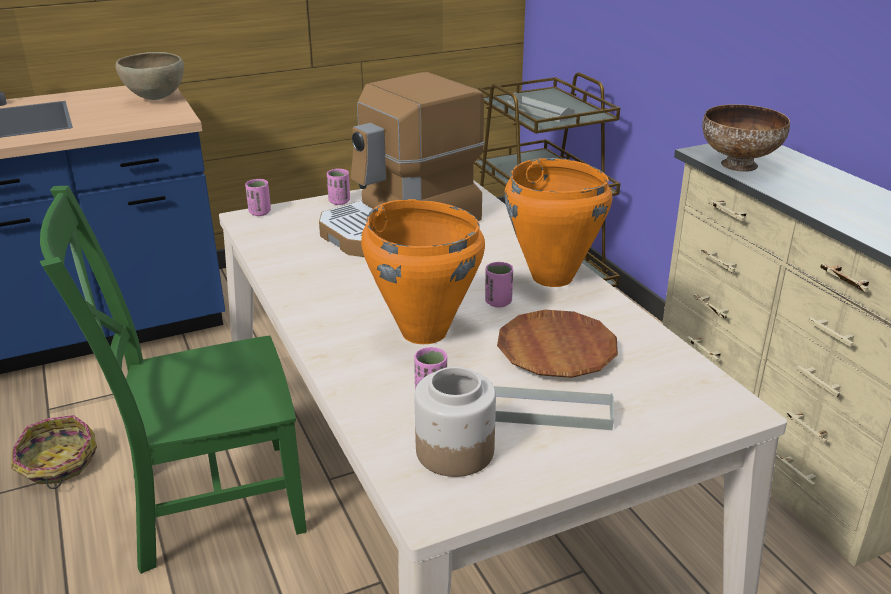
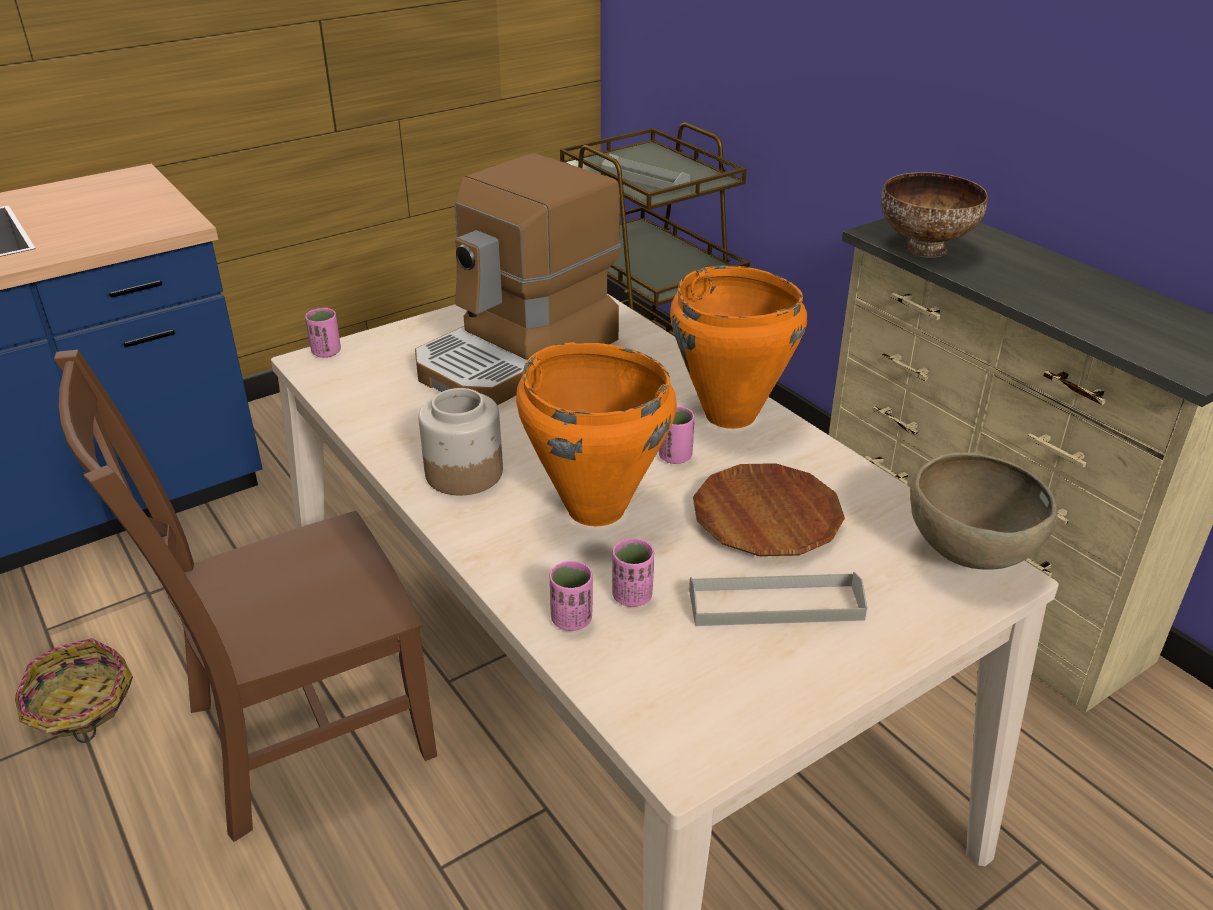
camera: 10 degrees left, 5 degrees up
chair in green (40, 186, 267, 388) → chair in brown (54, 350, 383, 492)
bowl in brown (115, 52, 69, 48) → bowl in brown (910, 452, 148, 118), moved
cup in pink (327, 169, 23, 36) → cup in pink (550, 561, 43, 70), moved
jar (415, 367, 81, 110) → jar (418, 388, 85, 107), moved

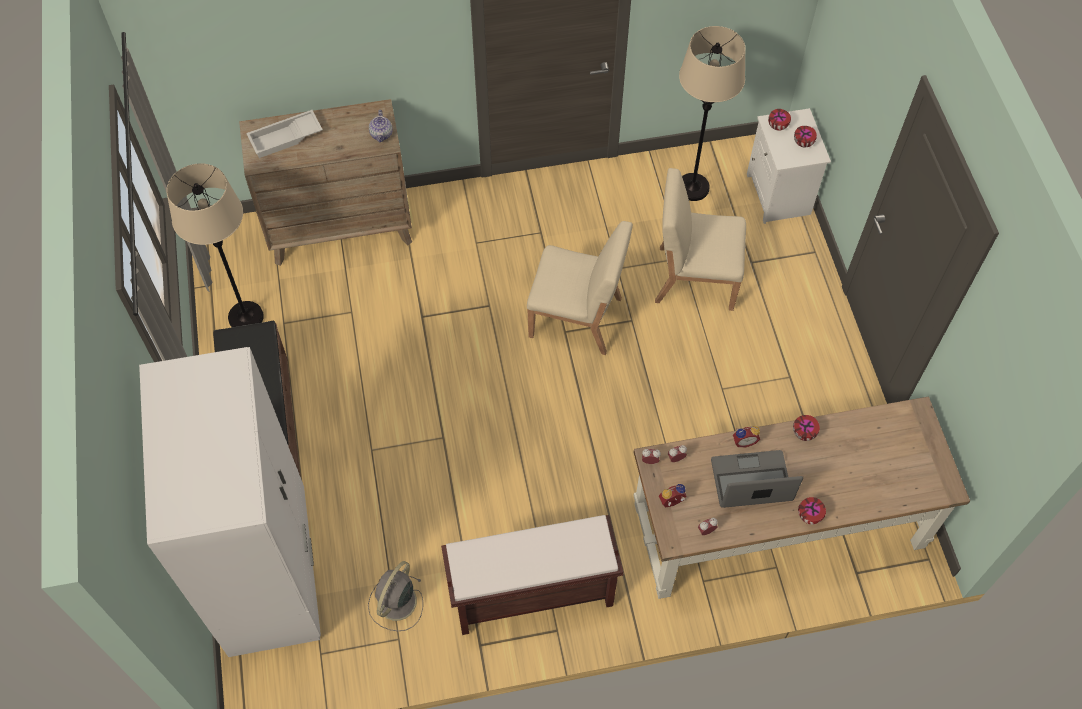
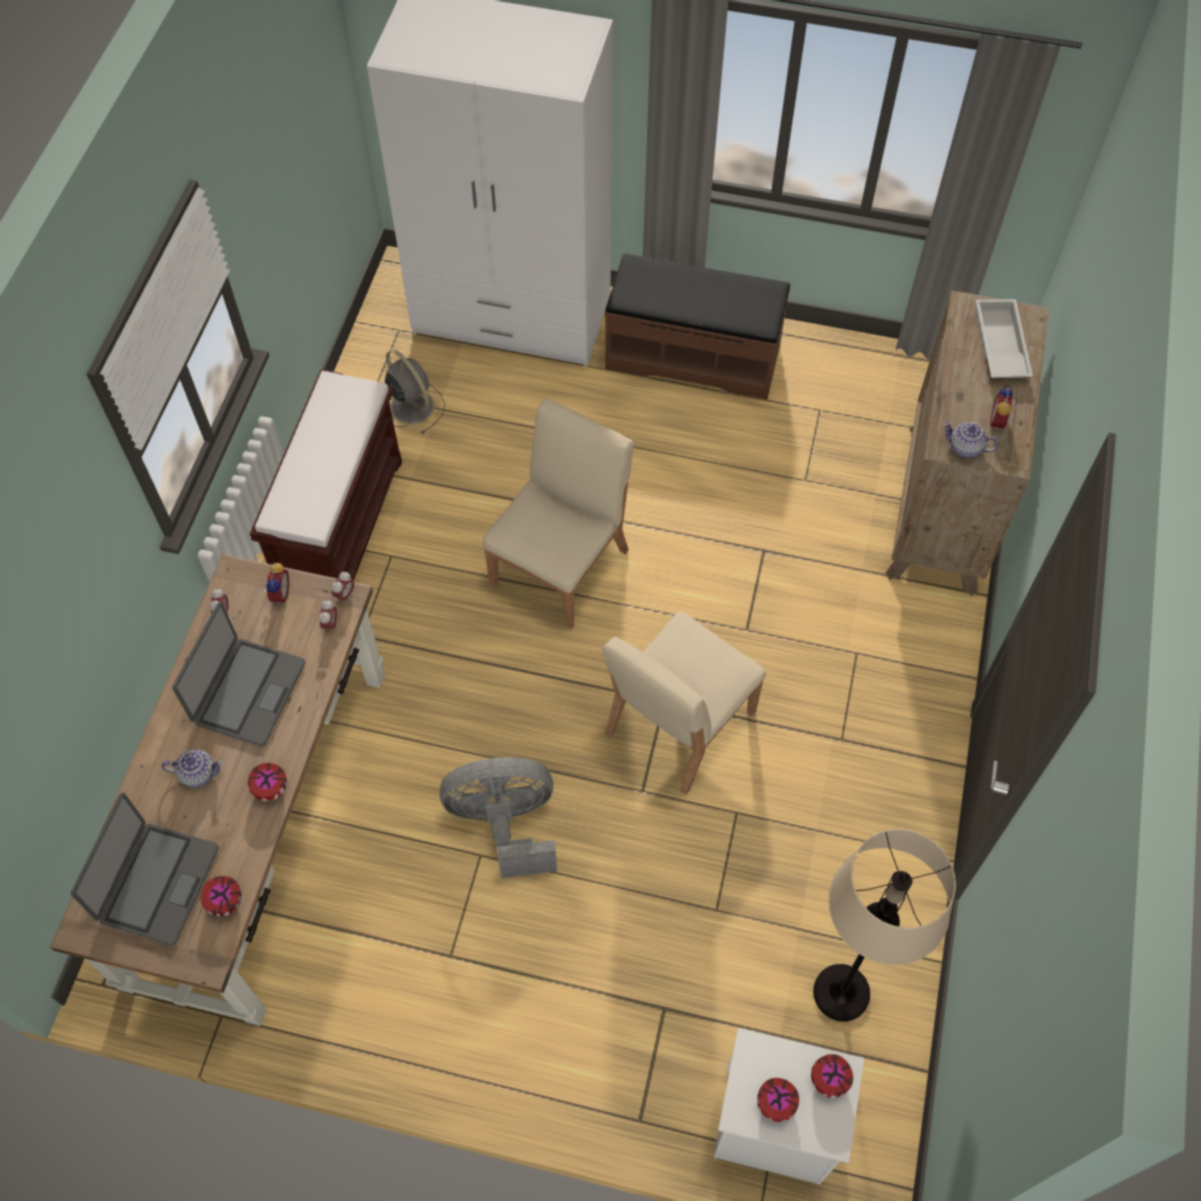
camera: 115 degrees right, 0 degrees up
floor lamp in beige (166, 163, 98, 164) → -
chair in beige (655, 168, 91, 143) → chair in beige (483, 398, 151, 232), moved
alarm clock (733, 426, 27, 21) → alarm clock (990, 388, 26, 42), moved
bowl (798, 497, 28, 28) → bowl (201, 876, 41, 41), moved
- → laptop (71, 792, 148, 154)
- → teapot (161, 749, 63, 39)
- → fan in grey (440, 757, 117, 121)

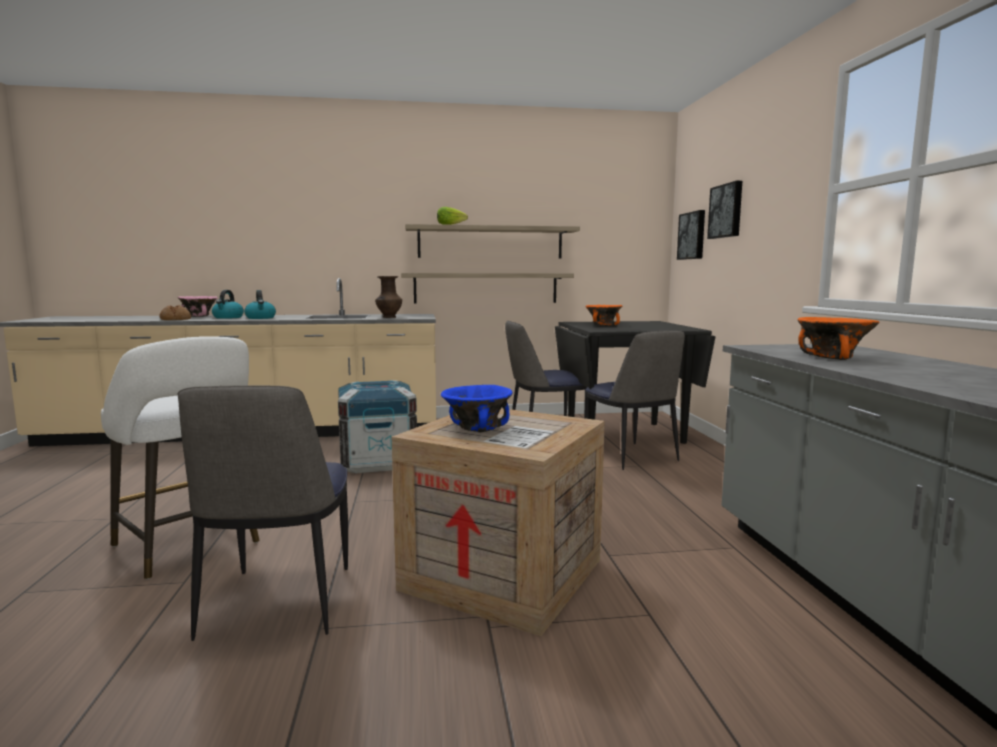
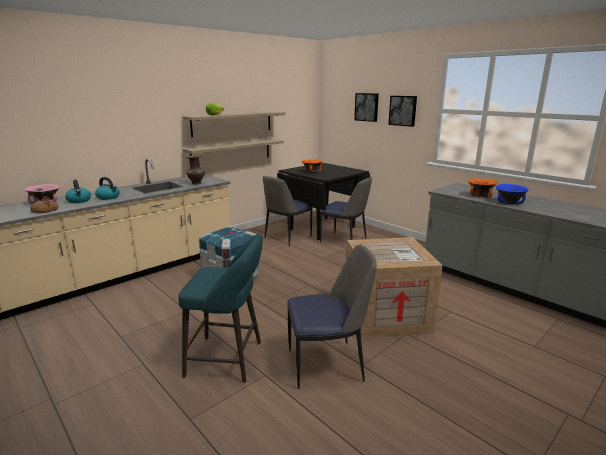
camera: 35 degrees left, 10 degrees up
stool in white (101, 336, 158, 244) → stool in turquoise (178, 234, 85, 149)
chair (177, 386, 171, 255) → chair (287, 245, 90, 144), 60 degrees counterclockwise
bowl in blue (441, 385, 71, 47) → bowl in blue (495, 184, 34, 20), moved
picture (677, 210, 28, 50) → picture (388, 96, 29, 31), moved

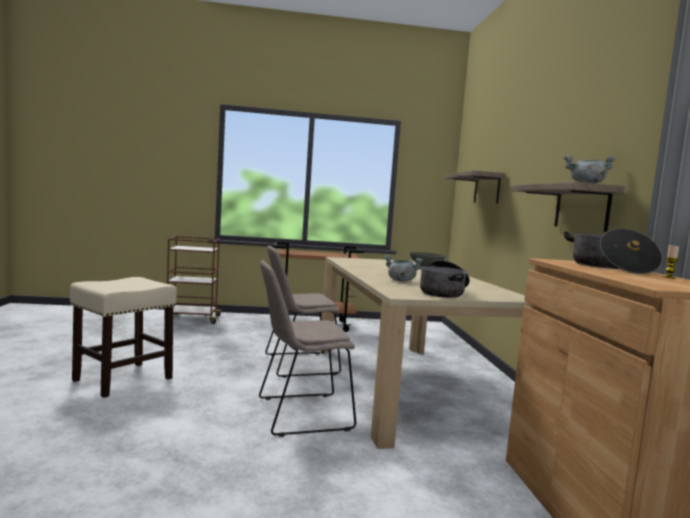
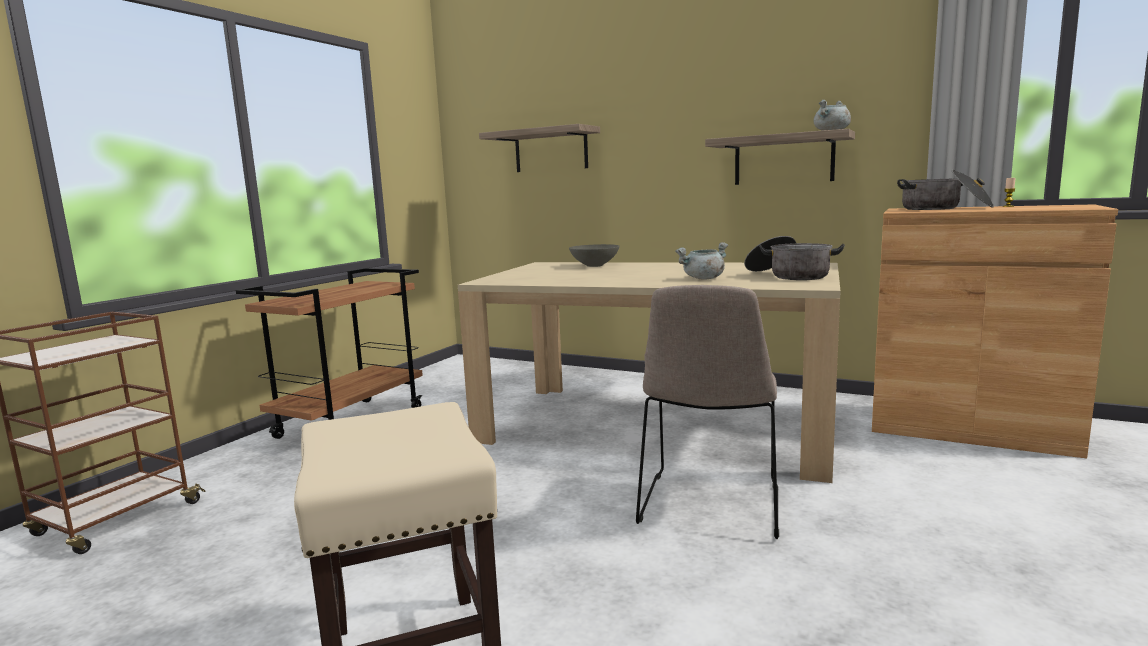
camera: 55 degrees left, 5 degrees up
chair in beige (265, 246, 76, 132) → -

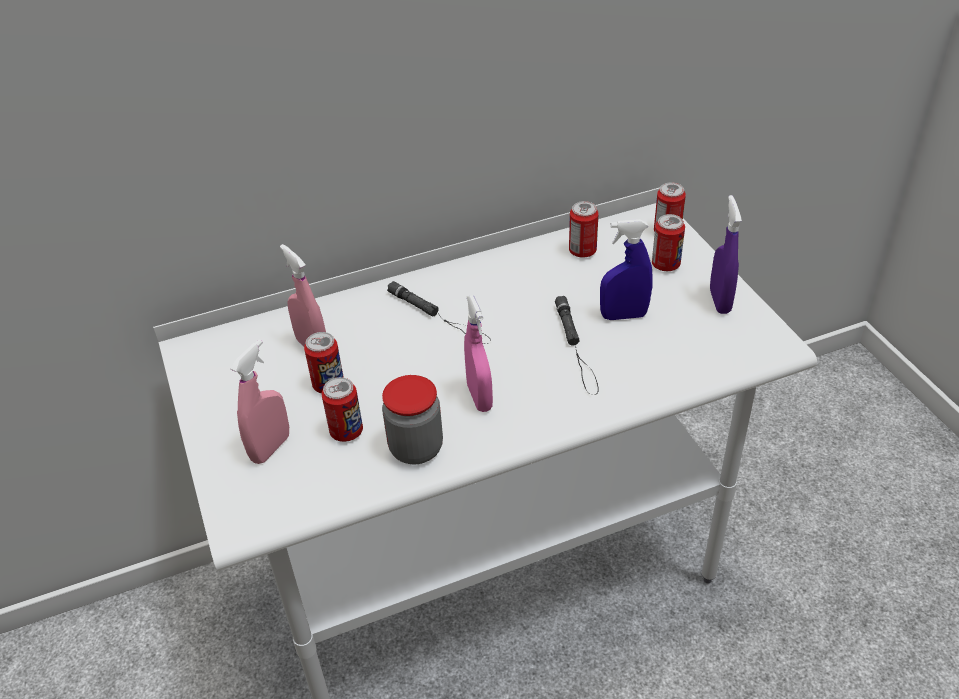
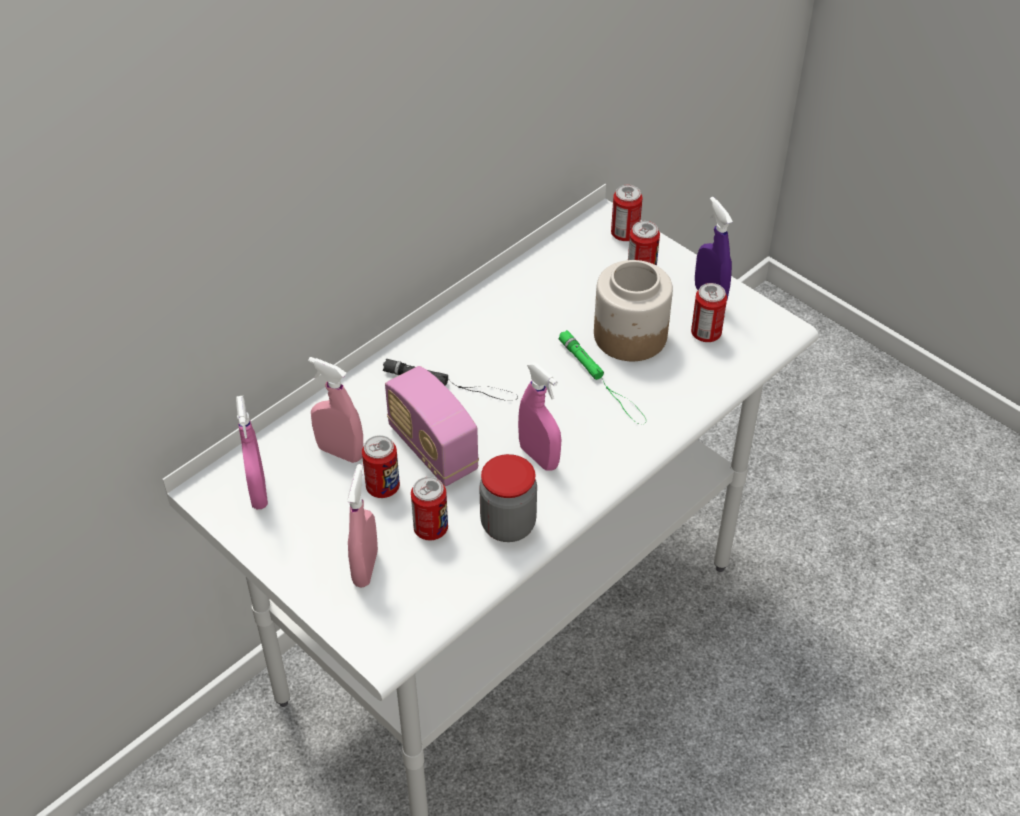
camera: 25 degrees left, 5 degrees up
flashlight in black (555, 296, 44, 99) → flashlight in green (558, 330, 88, 94)
can (569, 201, 30, 57) → can (691, 283, 36, 59), moved
spray bottle in blue (600, 219, 53, 101) → jar (594, 260, 79, 101)
- → spray bottle in pink (236, 396, 32, 113)
- → radio (385, 366, 94, 120)

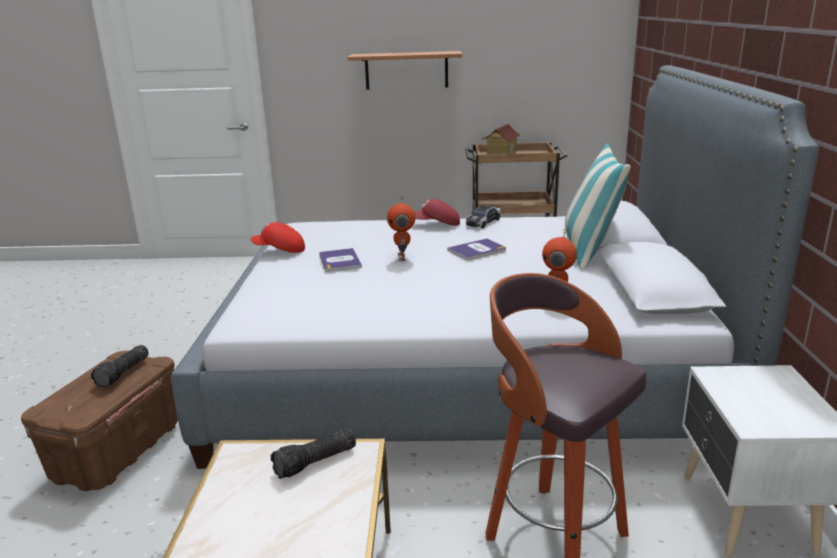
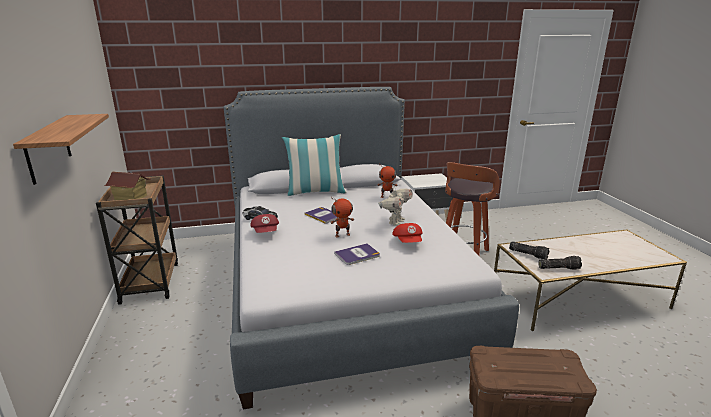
camera: 105 degrees left, 0 degrees up
flashlight (91, 345, 58, 43) → flashlight (538, 256, 44, 14), moved
cap in red (251, 222, 54, 31) → cap in red (392, 223, 30, 20), moved
- → toy robot (378, 186, 35, 40)

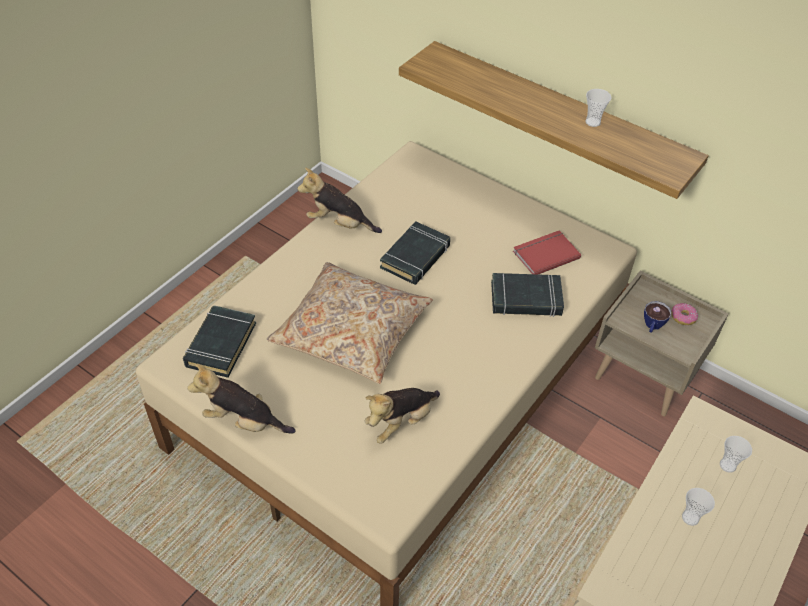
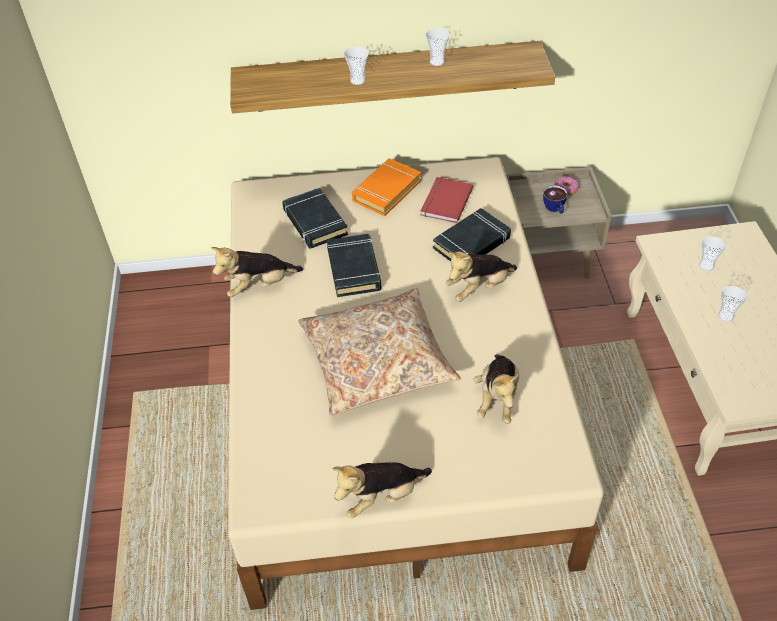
camera: 40 degrees left, 0 degrees up
book in black (183, 305, 73, 73) → book in black (282, 187, 66, 62), moved
- → cup (344, 47, 25, 38)
- → book in orange (352, 158, 69, 58)
- → plush toy (446, 252, 71, 50)

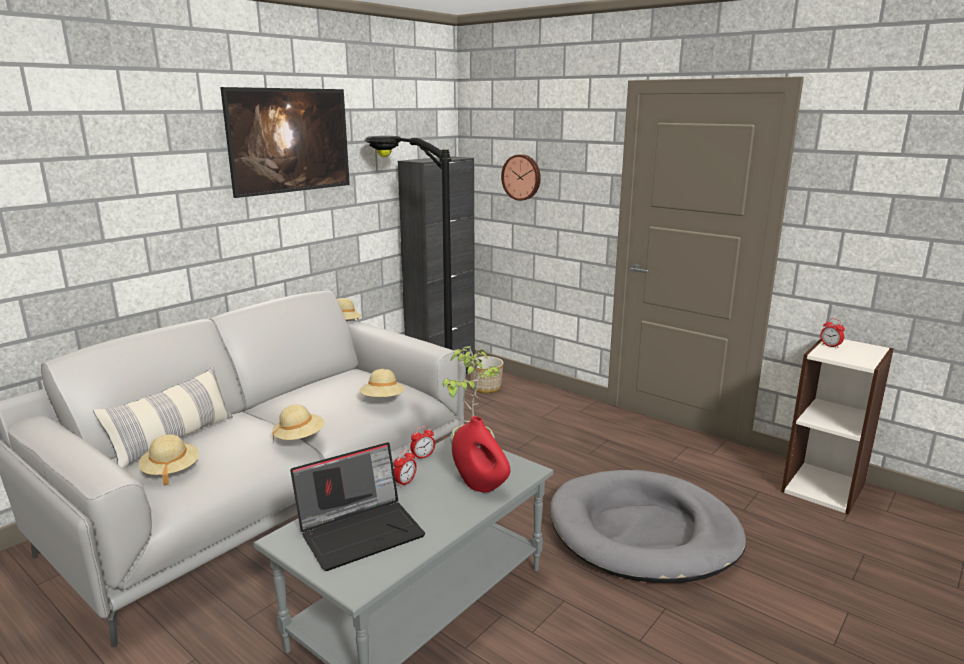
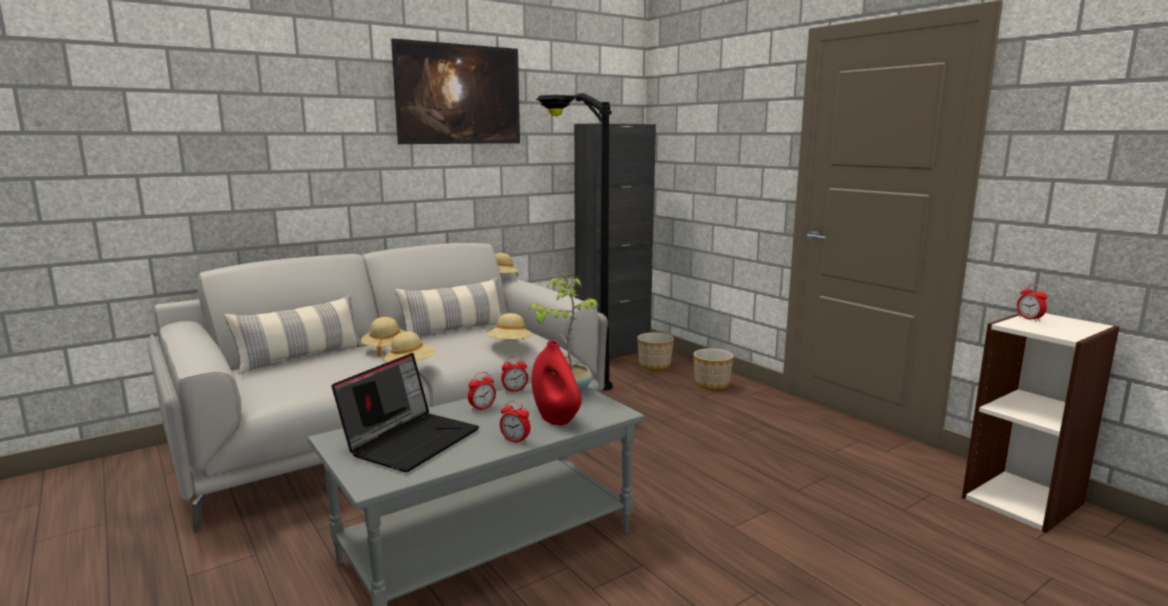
camera: 15 degrees right, 5 degrees down
hat in beige (138, 434, 61, 51) → hat in beige (361, 317, 46, 40), moved
laptop (290, 442, 135, 129) → laptop (332, 353, 147, 119), 45 degrees counterclockwise
wall clock (501, 154, 40, 47) → -
dog bed in grey (550, 470, 196, 113) → -
- → pillow (395, 277, 108, 60)
- → alarm clock (500, 400, 31, 44)
- → planter (694, 349, 40, 41)

